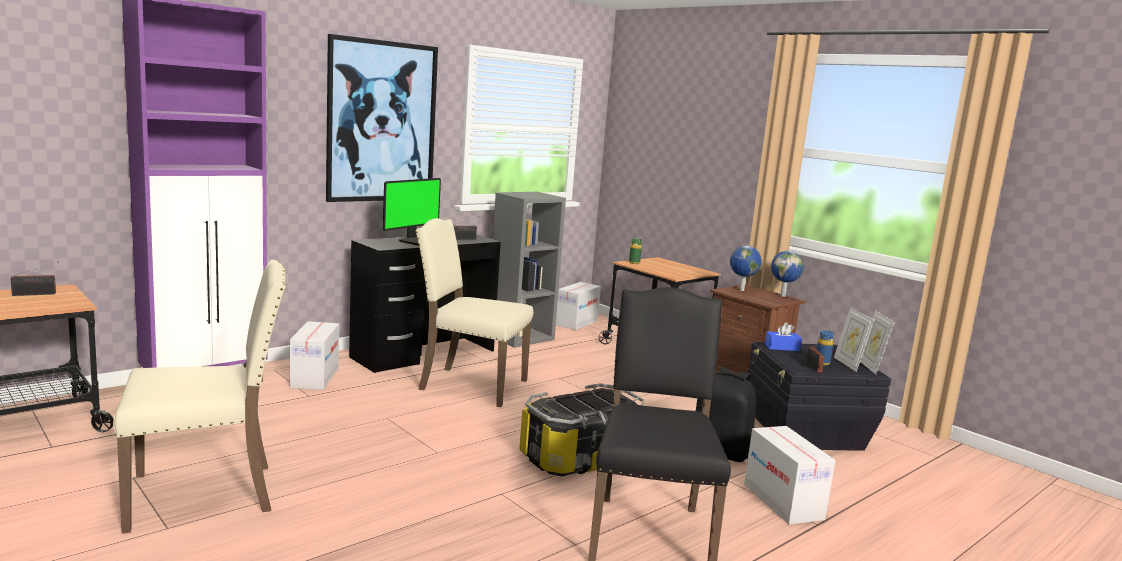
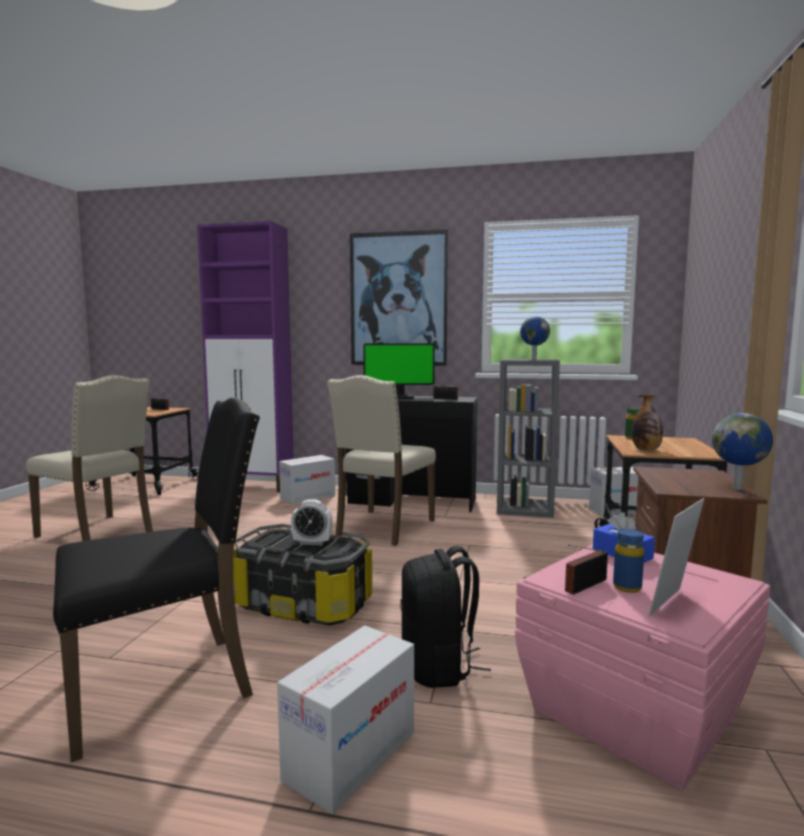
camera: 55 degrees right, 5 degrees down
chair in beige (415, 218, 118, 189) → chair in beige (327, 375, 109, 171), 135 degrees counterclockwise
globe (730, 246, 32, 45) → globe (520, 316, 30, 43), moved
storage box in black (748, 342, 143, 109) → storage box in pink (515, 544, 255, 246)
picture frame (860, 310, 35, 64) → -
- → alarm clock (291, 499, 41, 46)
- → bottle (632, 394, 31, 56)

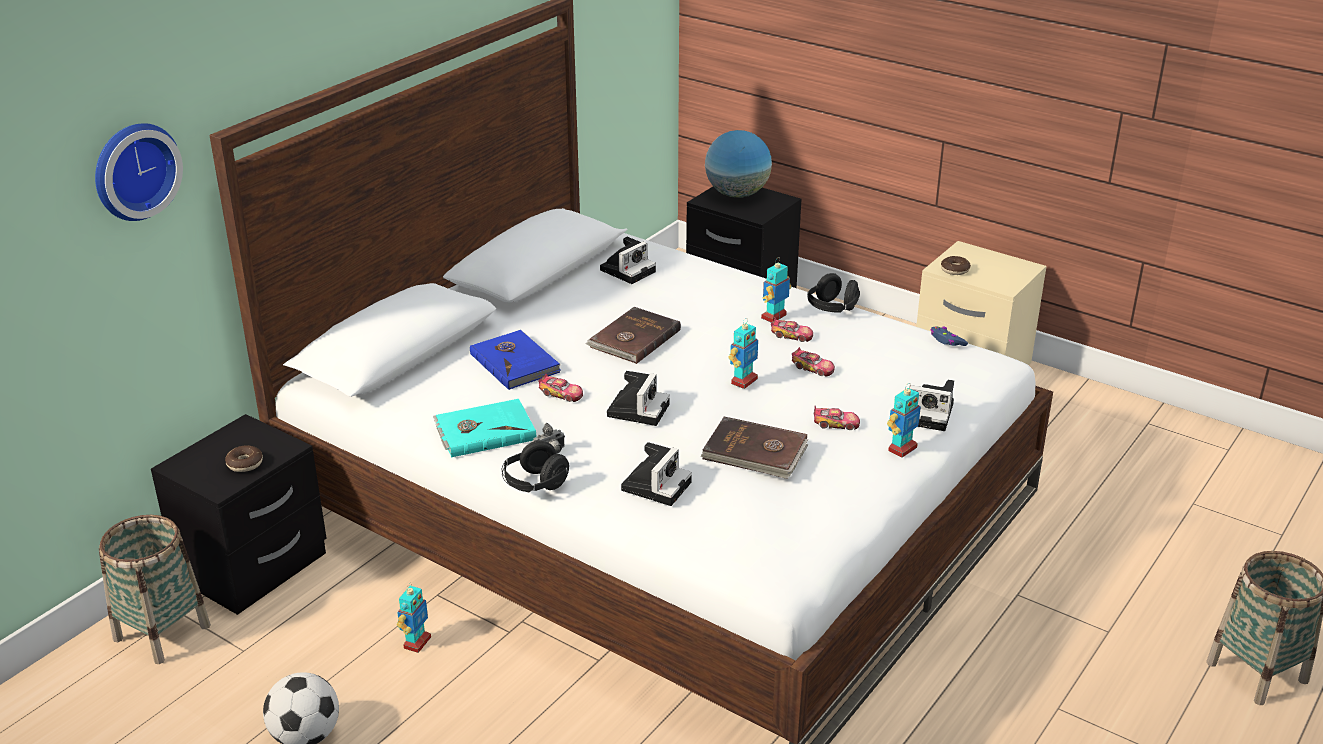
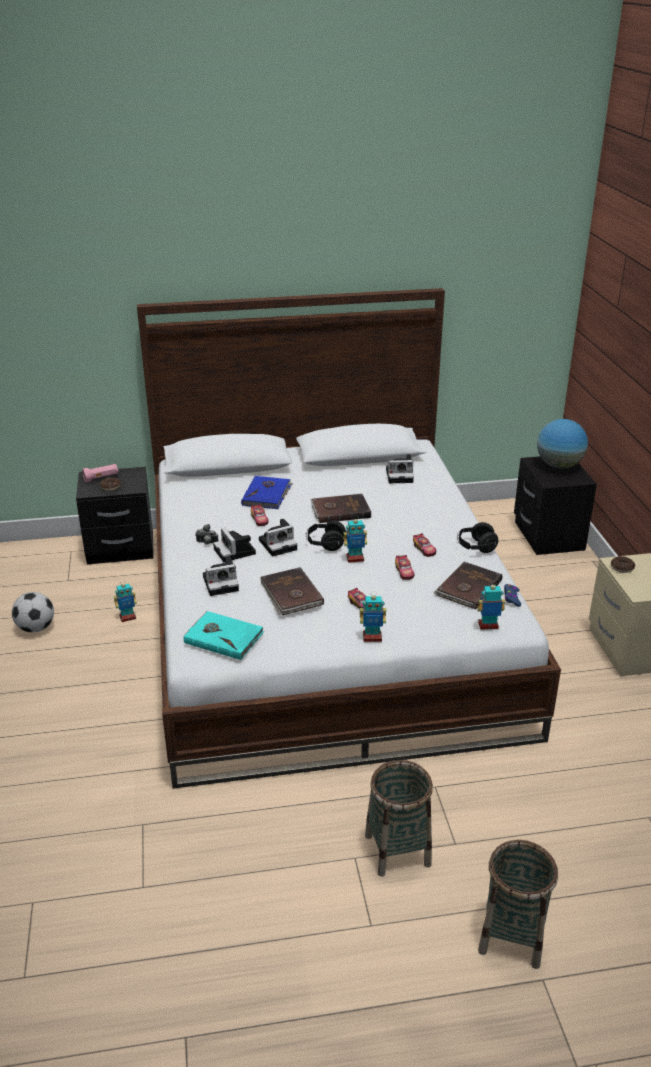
camera: 45 degrees right, 0 degrees up
wall clock (95, 123, 88, 98) → -
basket (99, 515, 112, 149) → basket (365, 760, 68, 117), moved
book in turquoise (433, 399, 103, 59) → book in turquoise (184, 611, 80, 49), moved
headphones in black (502, 441, 67, 51) → headphones in black (306, 520, 40, 31), moved
toy robot (761, 257, 30, 66) → toy robot (477, 581, 28, 49), moved
photo camera (909, 380, 45, 51) → photo camera (213, 528, 43, 34), moved
- → flashlight in pink (82, 464, 36, 18)
- → book in brown (433, 562, 69, 48)

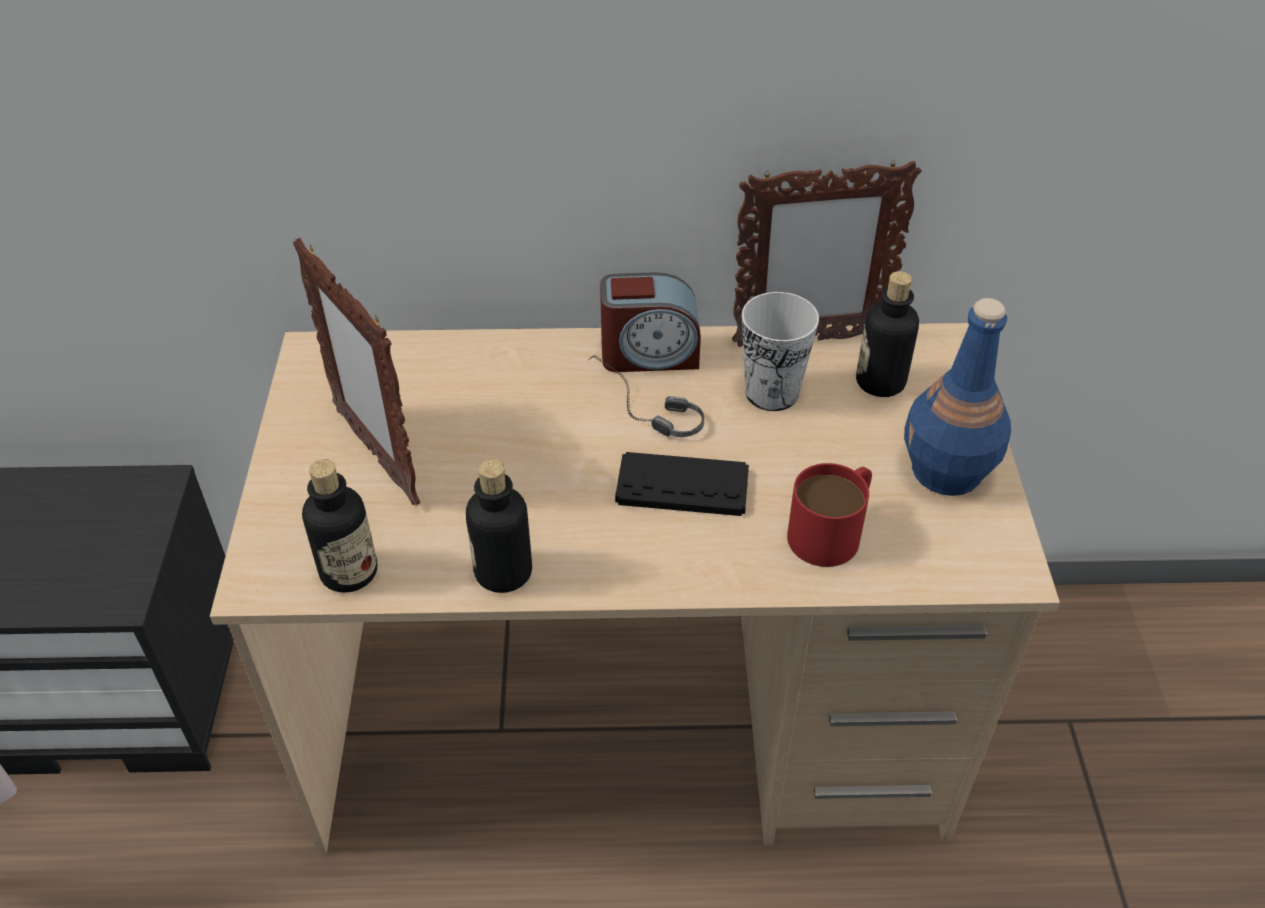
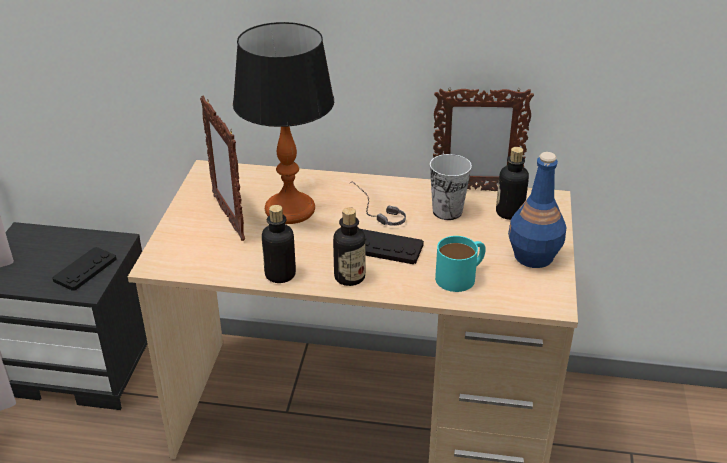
camera: 10 degrees right, 10 degrees down
bottle (302, 459, 75, 134) → bottle (333, 207, 33, 79), moved
alarm clock (600, 272, 101, 100) → -
mug in red (787, 463, 85, 104) → mug in turquoise (435, 236, 51, 56)
- → game controller in black (52, 247, 64, 44)
- → table lamp (233, 22, 101, 202)

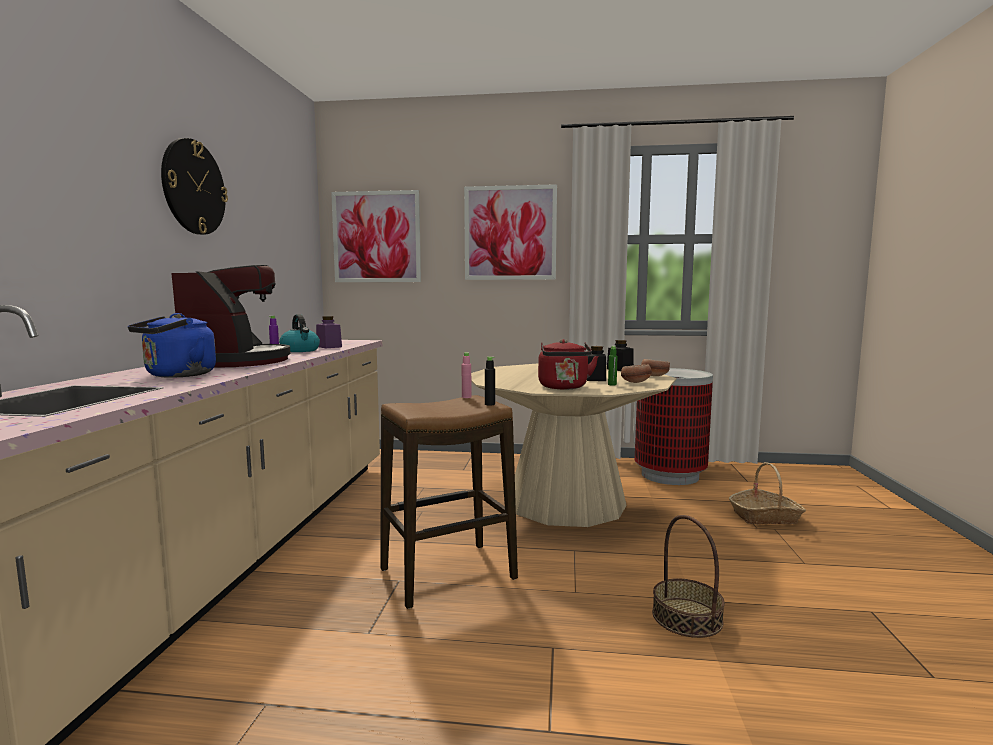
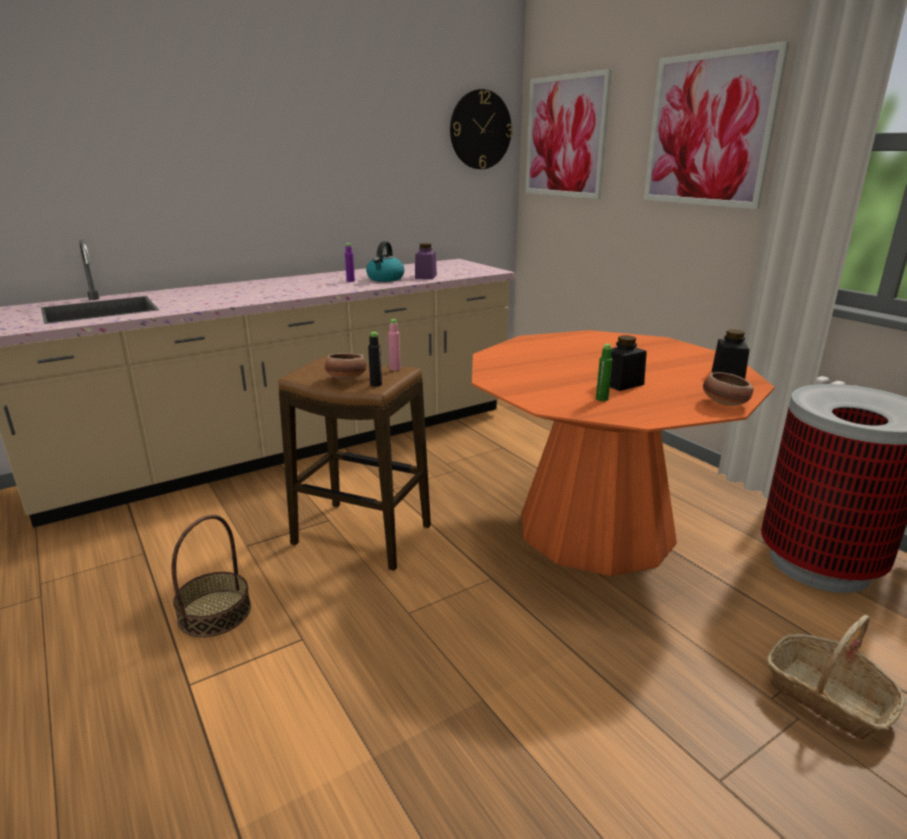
camera: 50 degrees right, 15 degrees up
kettle in blue (128, 313, 88, 65) → -
wall clock (161, 138, 67, 97) → wall clock (450, 89, 63, 80), moved
coffee machine (171, 265, 120, 103) → -
dining table in beige (471, 363, 206, 164) → dining table in orange (472, 330, 302, 246)
kettle in red (538, 339, 61, 50) → -
bowl (621, 364, 31, 19) → bowl (325, 353, 41, 27), moved
basket (652, 515, 73, 123) → basket (172, 515, 79, 122), moved

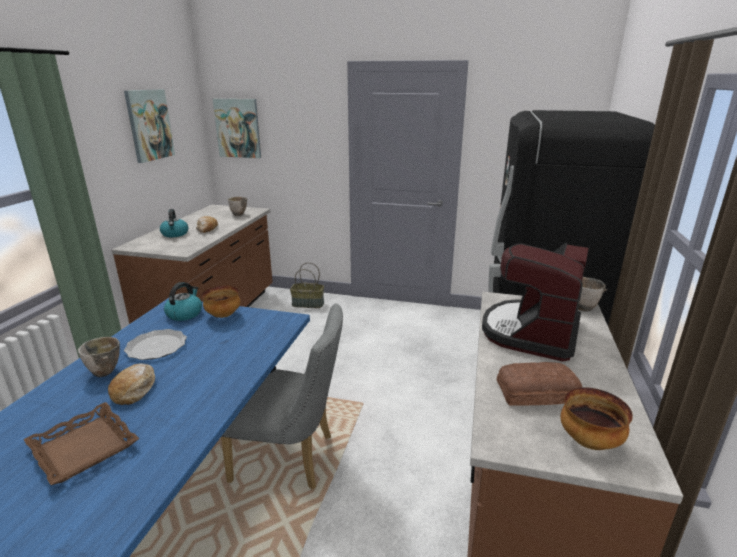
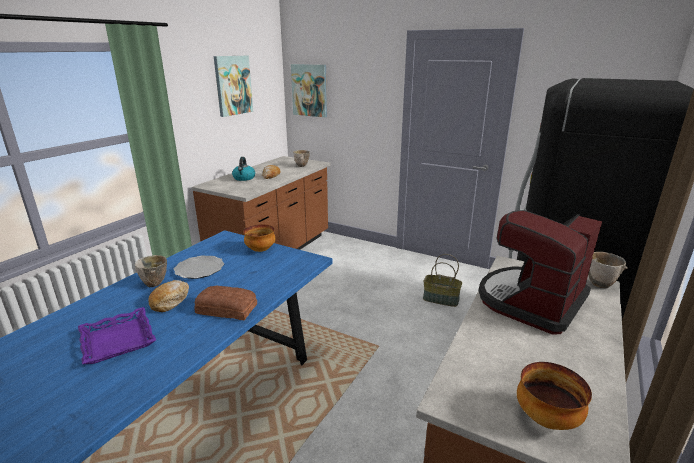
camera: 15 degrees right, 0 degrees up
tray in brown (23, 402, 116, 83) → tray in purple (78, 307, 78, 57)
kettle (164, 282, 38, 39) → -
chair in grey (221, 304, 122, 186) → -
basket (290, 262, 34, 46) → basket (423, 254, 39, 53), moved
bread (497, 362, 85, 44) → bread (194, 286, 63, 34), moved

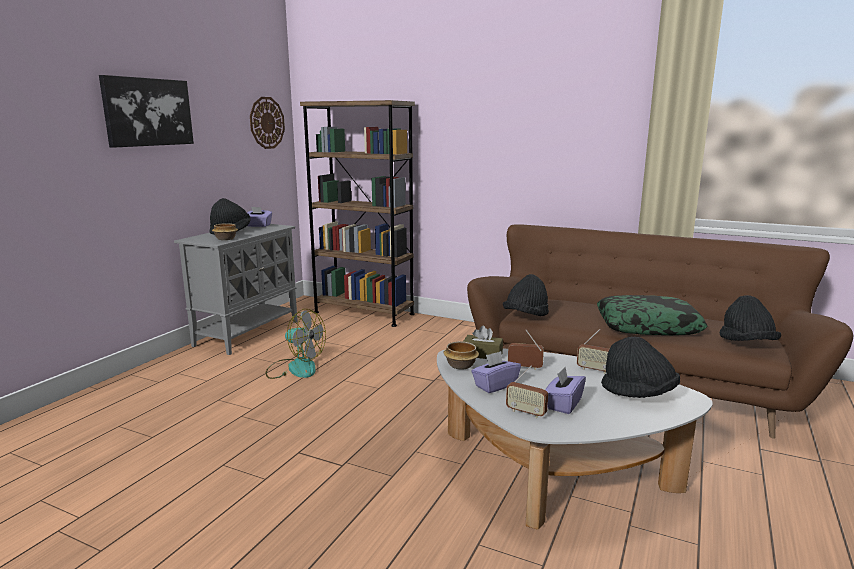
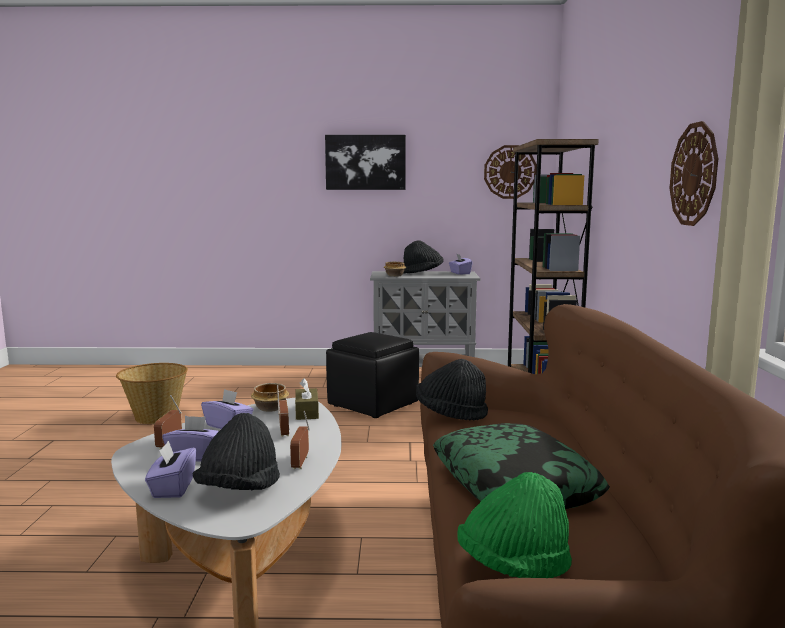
camera: 65 degrees right, 5 degrees down
fan (266, 309, 60, 70) → ottoman in black (326, 332, 93, 86)
hat in black (720, 295, 61, 46) → hat in green (458, 472, 114, 106)
- → basket (116, 363, 72, 61)
- → tissue box in purple (145, 440, 51, 58)
- → wall clock (669, 121, 49, 105)

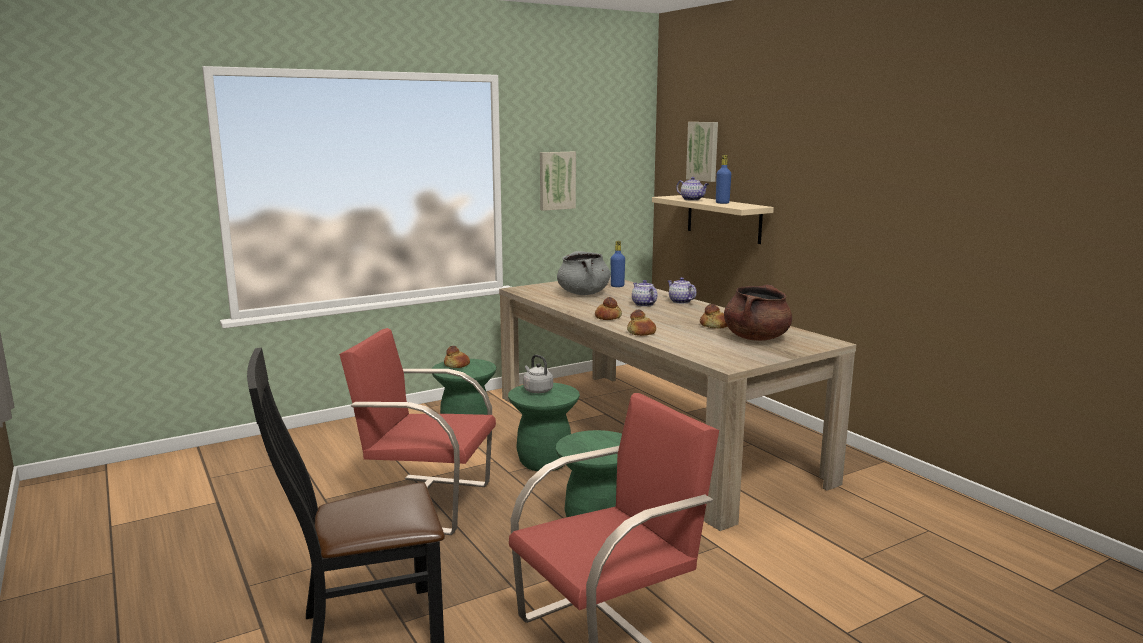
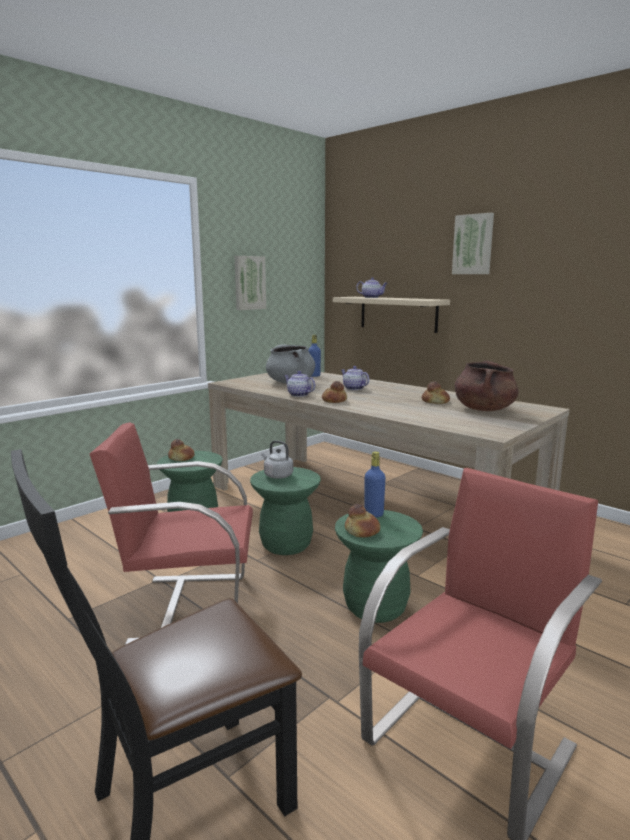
camera: 15 degrees left, 0 degrees up
bread (627, 310, 29, 26) → bread (345, 504, 35, 34), moved
teapot (668, 277, 29, 27) → teapot (284, 371, 31, 26), moved
picture (686, 122, 32, 60) → picture (452, 213, 42, 61), moved
bottle in blue (716, 155, 15, 49) → bottle in blue (364, 451, 22, 67), moved

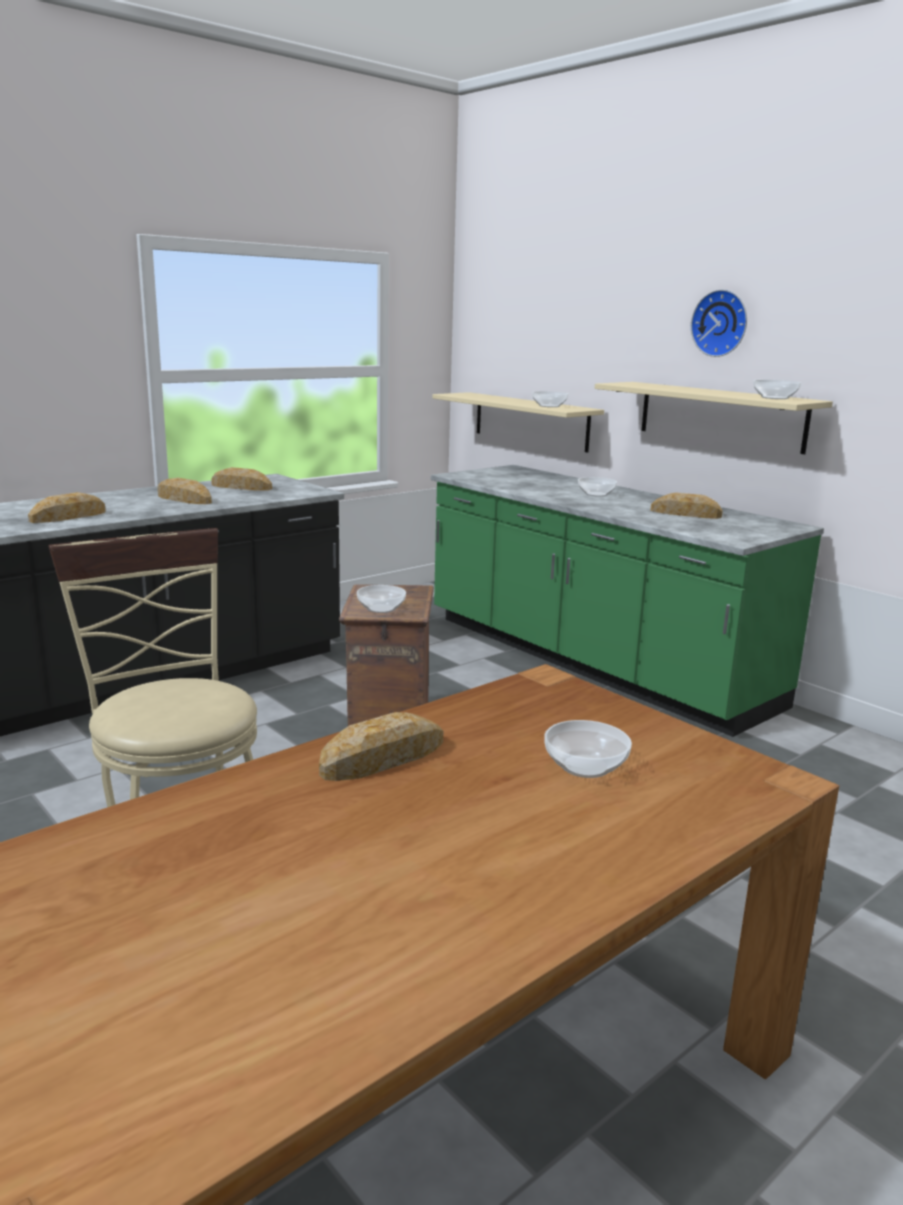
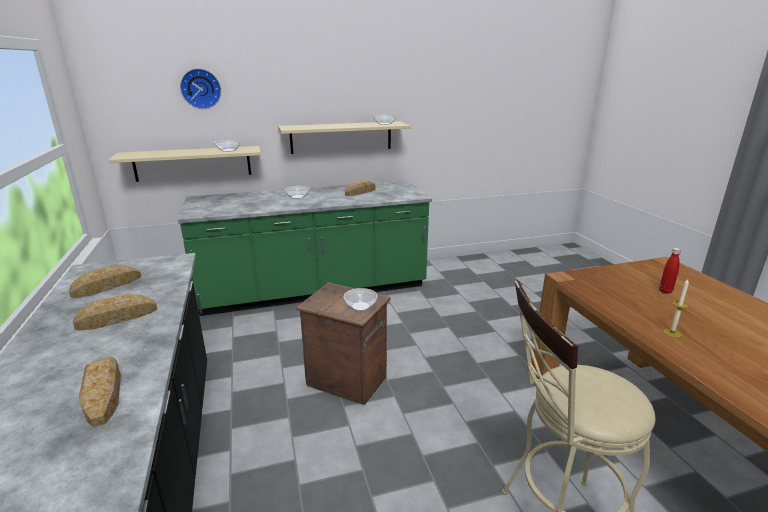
camera: 65 degrees left, 5 degrees up
bread (319, 712, 124, 69) → candle (663, 279, 26, 59)
bowl (544, 720, 88, 58) → bottle in red (659, 248, 22, 46)
wall clock (691, 289, 56, 68) → wall clock (180, 68, 41, 41), moved

